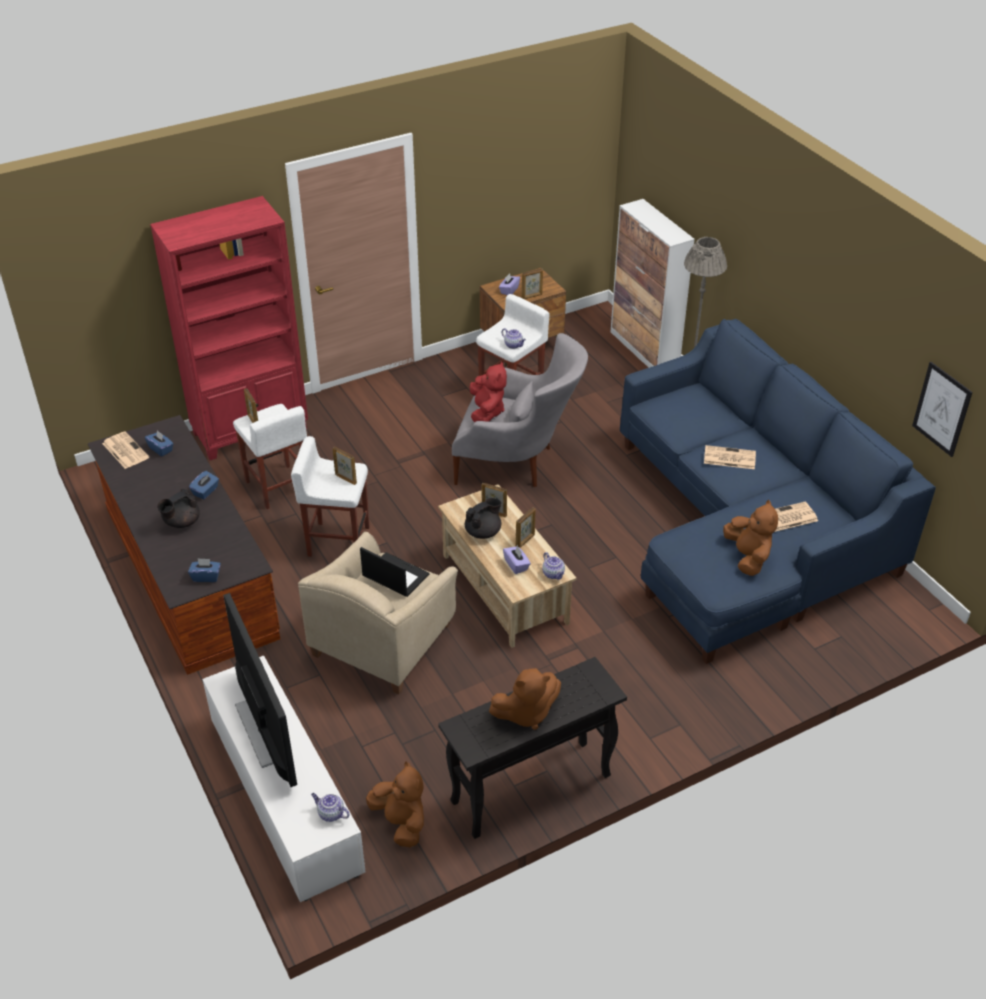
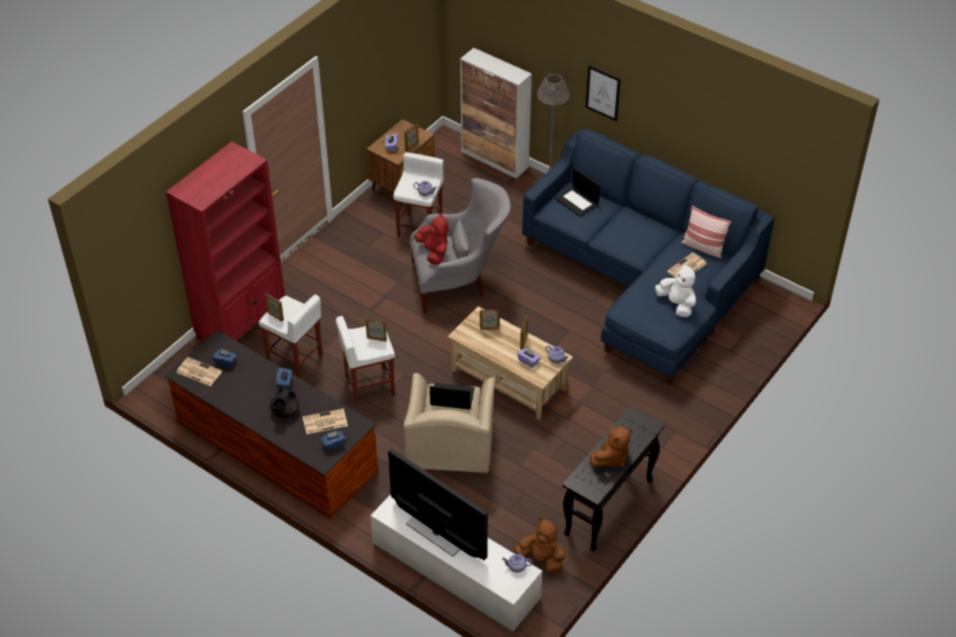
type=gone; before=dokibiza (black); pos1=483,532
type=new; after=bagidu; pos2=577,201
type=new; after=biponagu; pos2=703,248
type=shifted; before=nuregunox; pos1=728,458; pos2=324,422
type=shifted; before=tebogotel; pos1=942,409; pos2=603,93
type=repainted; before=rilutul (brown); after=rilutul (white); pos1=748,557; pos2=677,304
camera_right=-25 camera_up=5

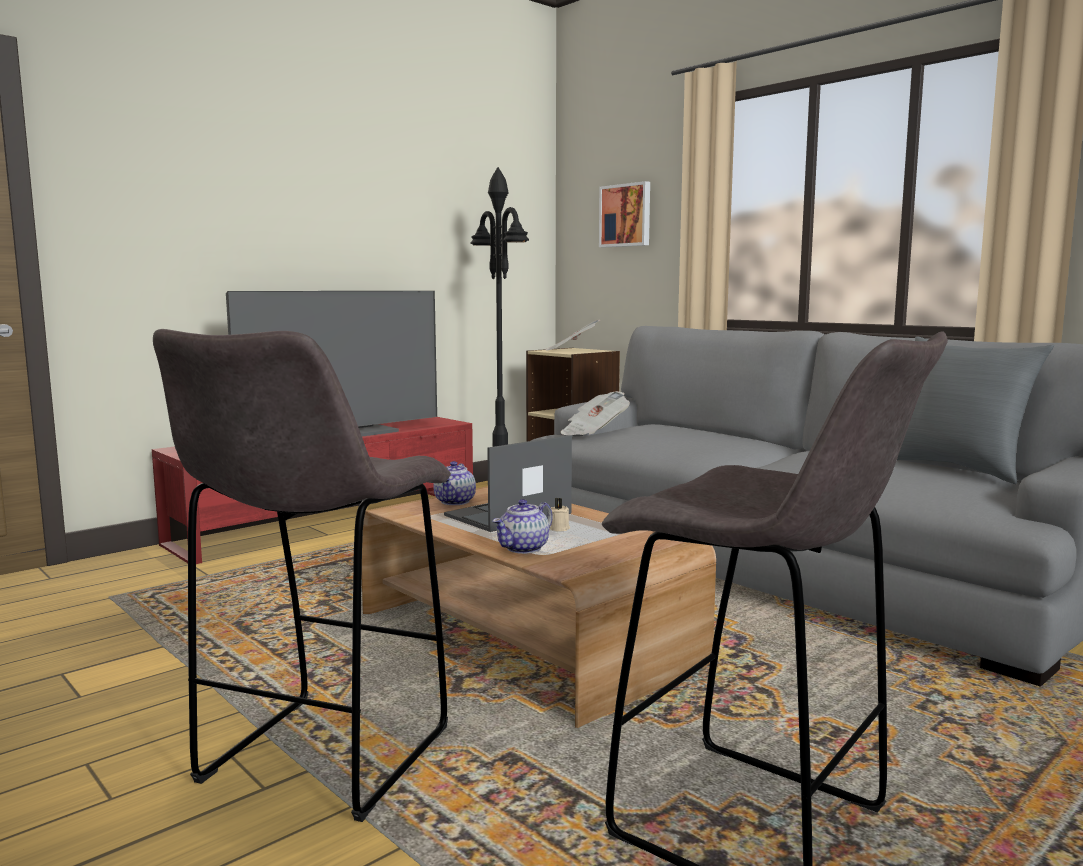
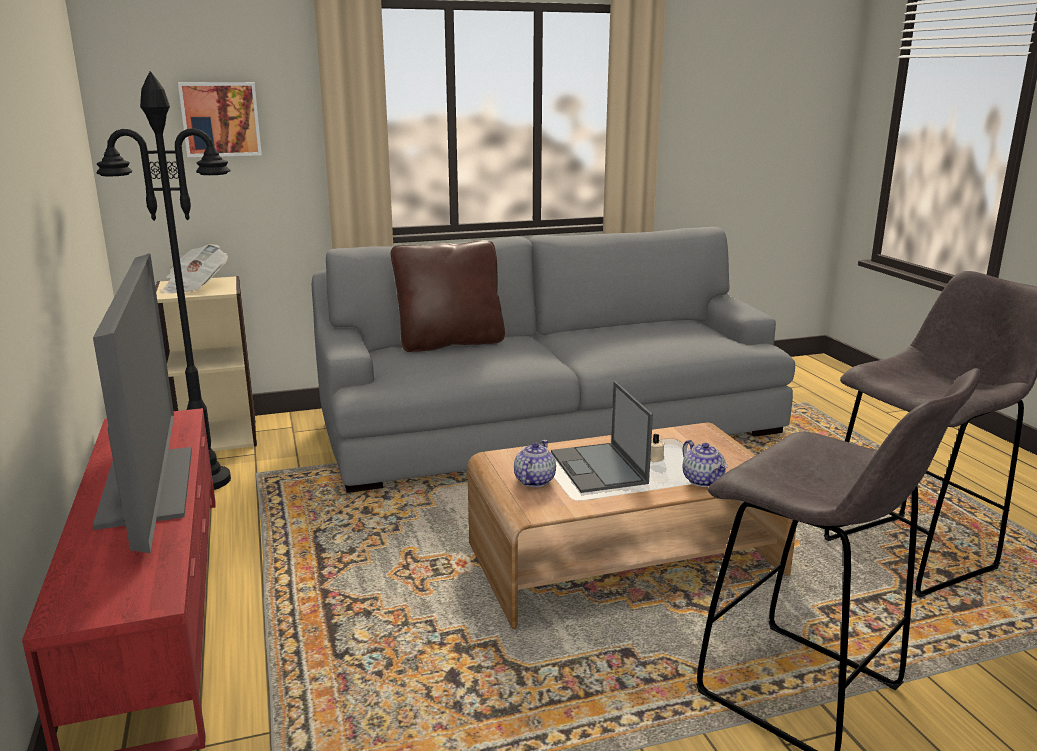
type=gone; before=nuregunox; pos1=593,432
type=gone; before=biponagu (grey); pos1=956,468
type=new; after=biponagu (brown); pos2=450,343
type=rotated; before=dokibiza; pos1=455,502; pos2=534,480; turn=-105
camera_right=-65 camera_up=10

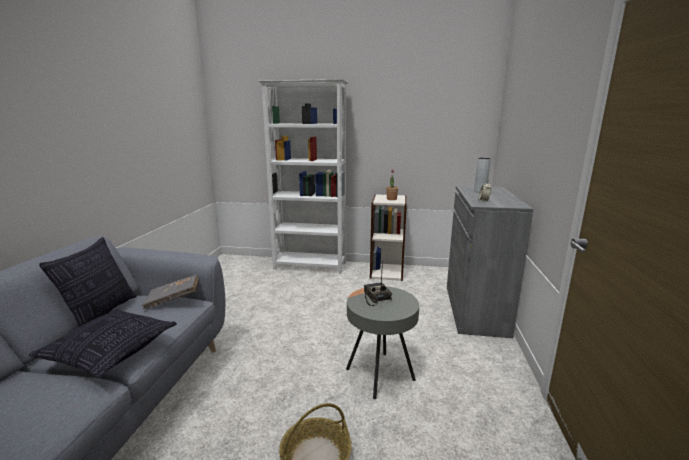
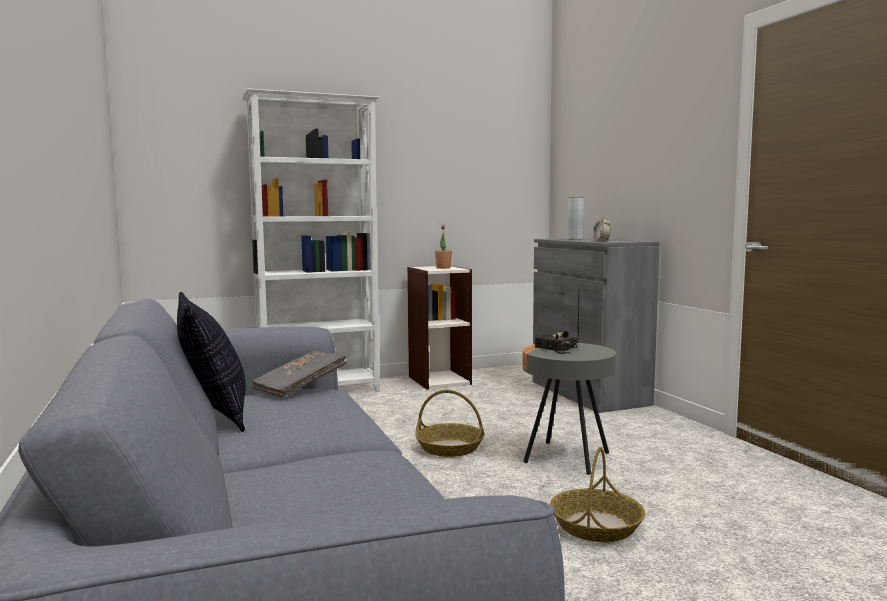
type=gone; before=biponagu; pos1=111,352
type=new; after=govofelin; pos2=450,448
camera_right=-30 camera_up=-10

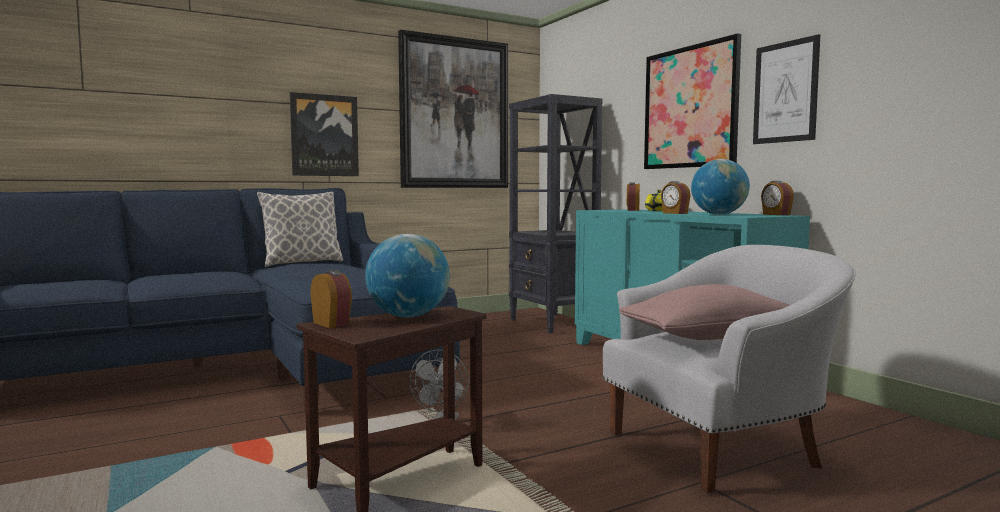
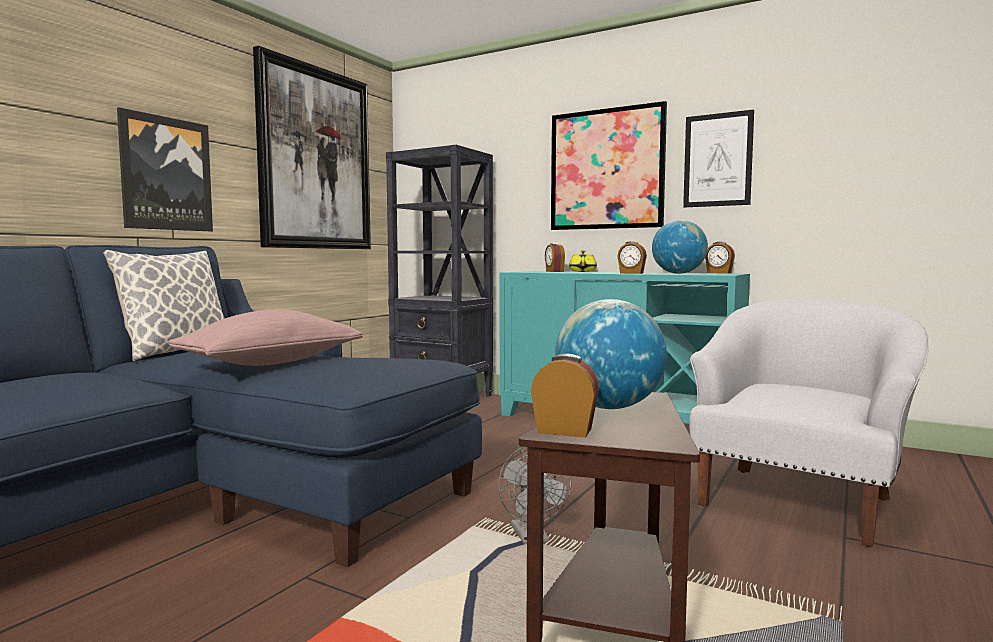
type=shifted; before=biponagu (pink); pos1=709,337; pos2=271,363
camera_right=-30 camera_up=0

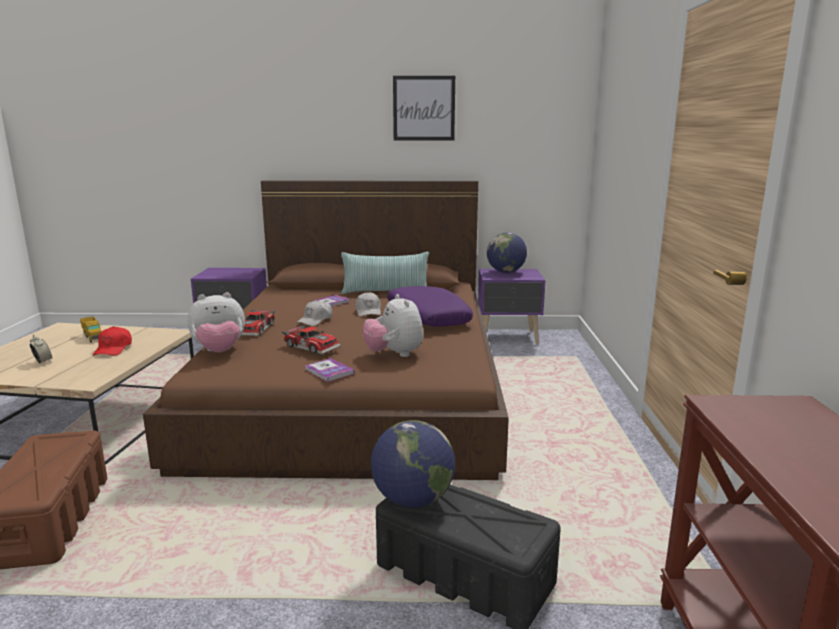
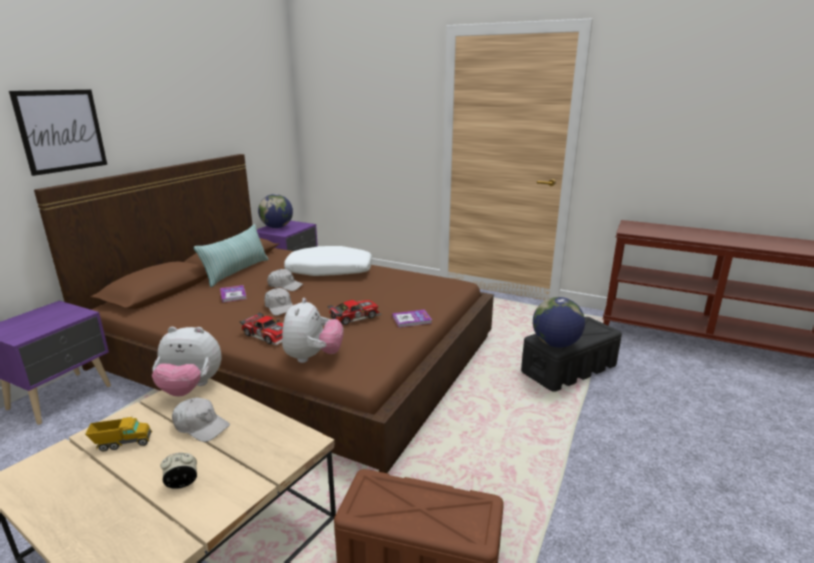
type=shifted; before=rilutul; pos1=394,354; pos2=191,388
type=shifted; before=tebogotel; pos1=424,108; pos2=61,131
type=repainted; before=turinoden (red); after=turinoden (white); pos1=113,349; pos2=201,426
type=repainted; before=biponagu (purple); after=biponagu (white); pos1=427,317; pos2=329,271
camera_right=-65 camera_up=5

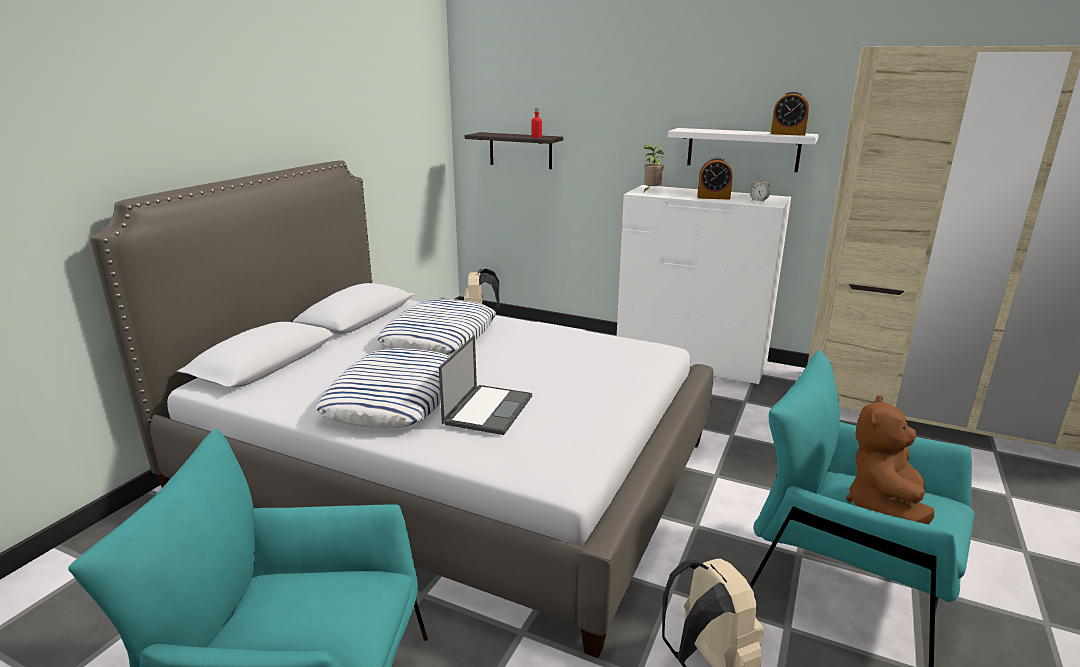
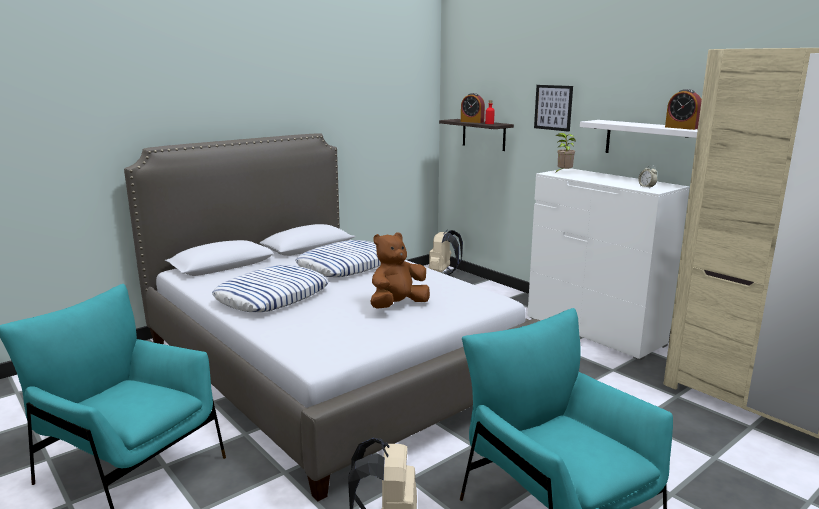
type=gone; before=bagidu; pos1=488,409
type=new; after=tebogotel; pos2=553,107
type=shifted; before=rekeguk; pos1=713,197; pos2=472,122
type=shifted; before=rilutul (brown); pos1=884,509; pos2=397,305
camera_right=25 camera_up=-5

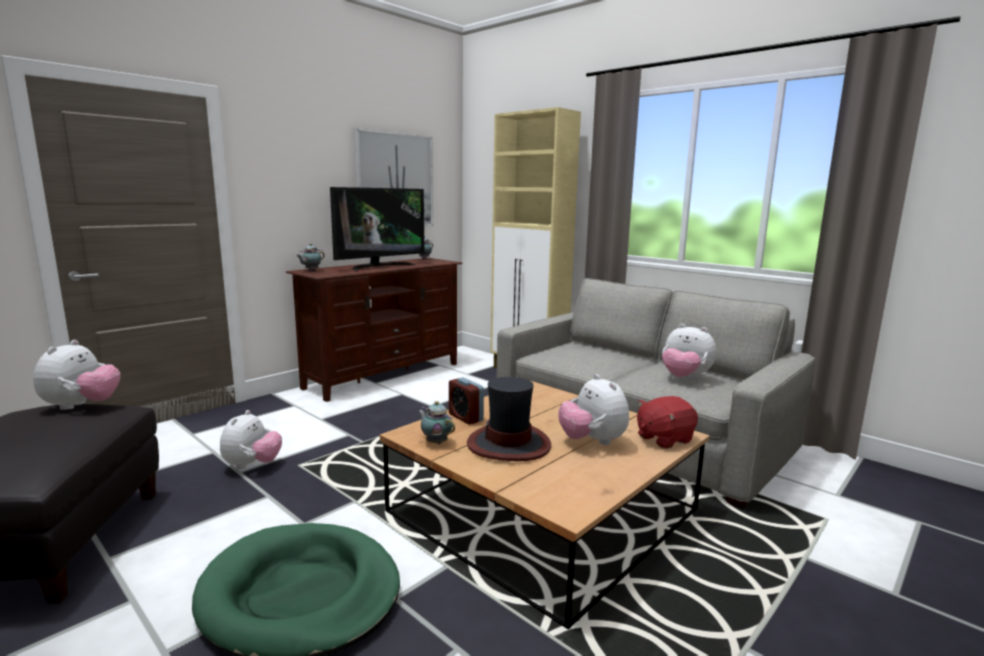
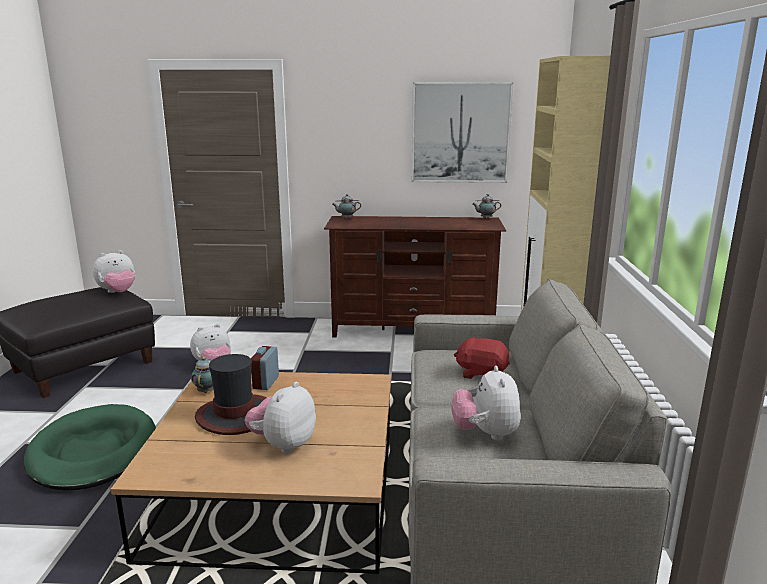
type=gone; before=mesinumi; pos1=379,266
type=shifted; before=rilutul (red); pos1=663,438; pos2=482,374
camera_right=50 camera_up=5

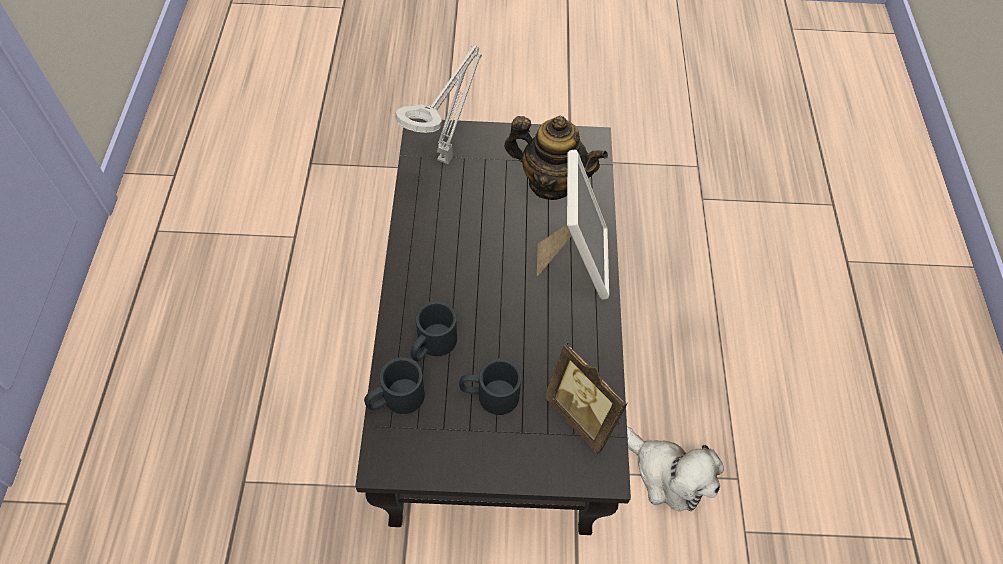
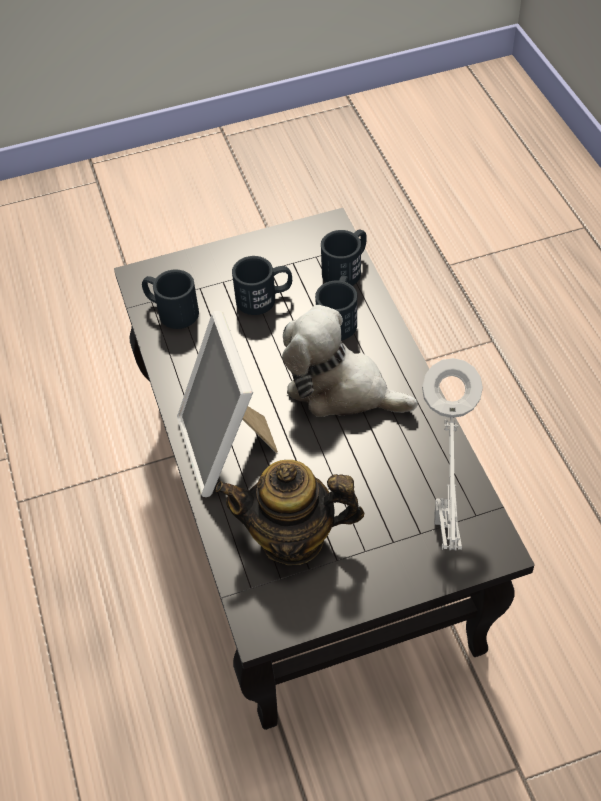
type=shifted; before=rilutul; pos1=668,475; pos2=341,389
type=swapped; before=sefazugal; after=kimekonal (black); pos1=584,415; pos2=171,310
camera_right=165 camera_up=-5

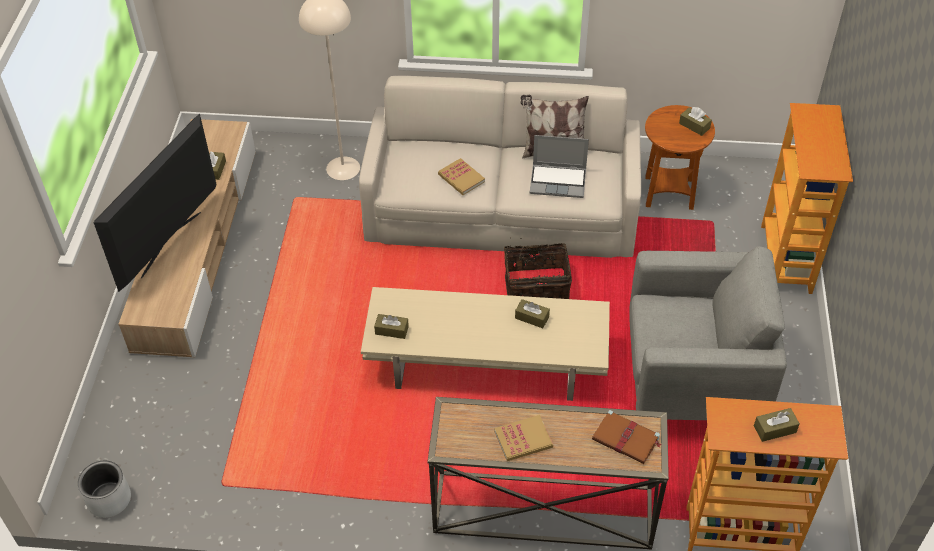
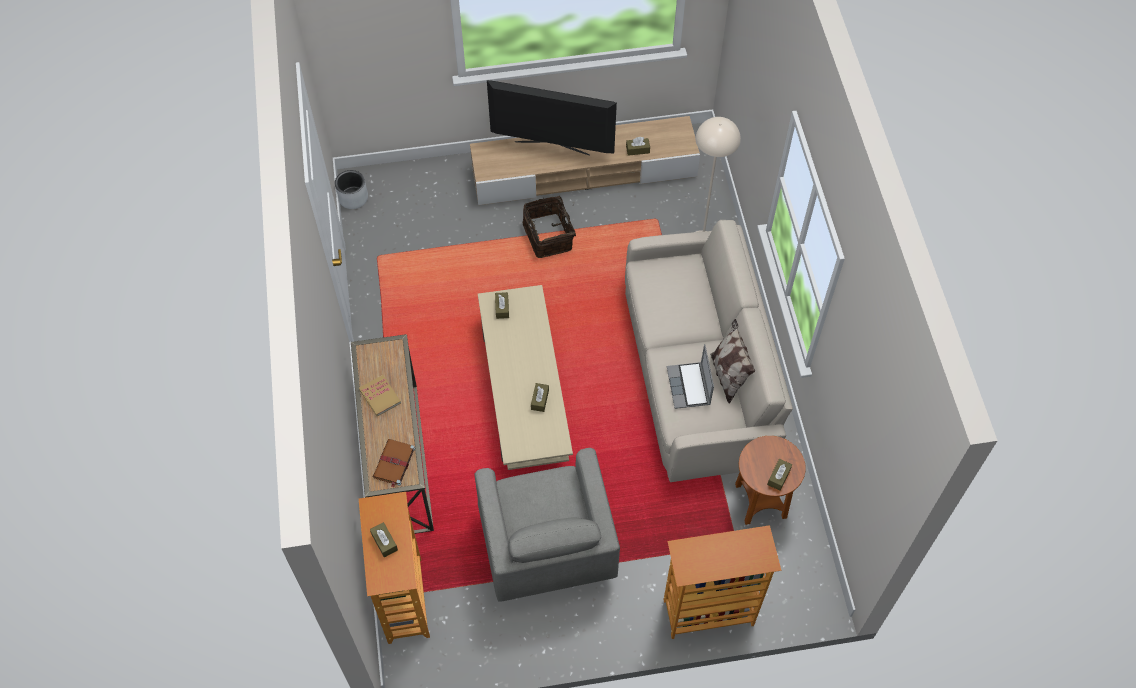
type=gone; before=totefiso; pos1=461,178
type=shifted; before=govofelin; pos1=536,286; pos2=549,236
camera_right=75 camera_up=10

